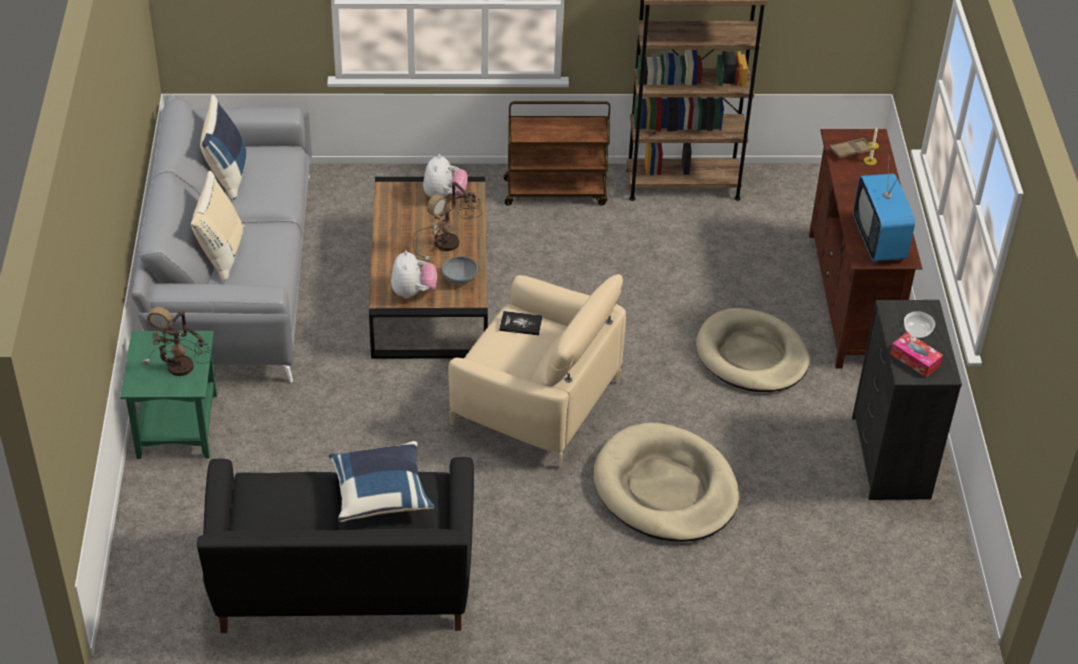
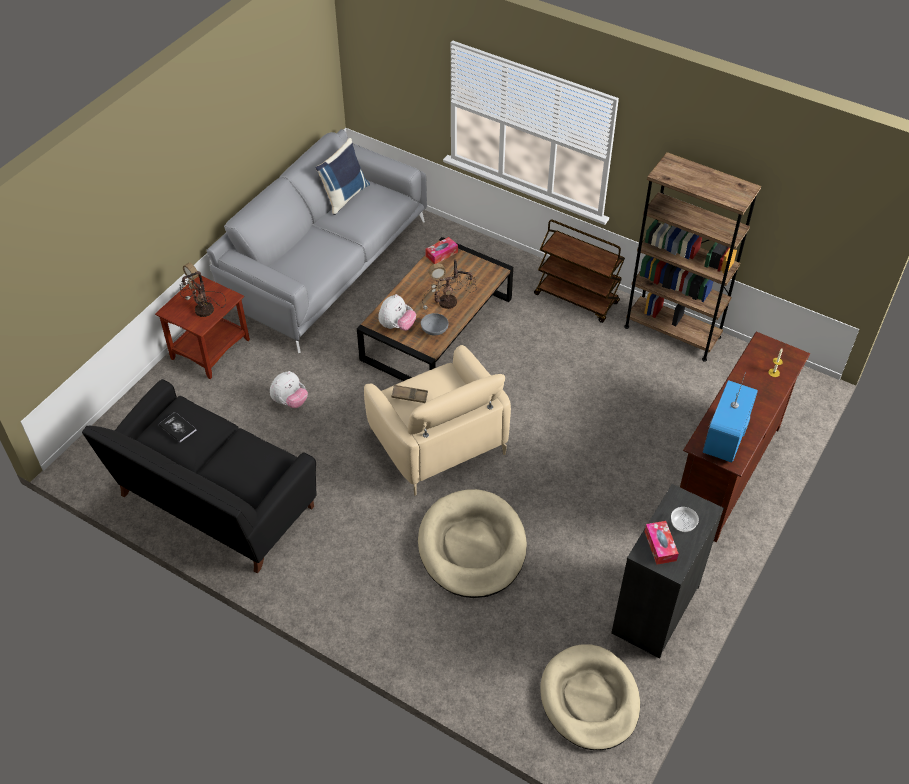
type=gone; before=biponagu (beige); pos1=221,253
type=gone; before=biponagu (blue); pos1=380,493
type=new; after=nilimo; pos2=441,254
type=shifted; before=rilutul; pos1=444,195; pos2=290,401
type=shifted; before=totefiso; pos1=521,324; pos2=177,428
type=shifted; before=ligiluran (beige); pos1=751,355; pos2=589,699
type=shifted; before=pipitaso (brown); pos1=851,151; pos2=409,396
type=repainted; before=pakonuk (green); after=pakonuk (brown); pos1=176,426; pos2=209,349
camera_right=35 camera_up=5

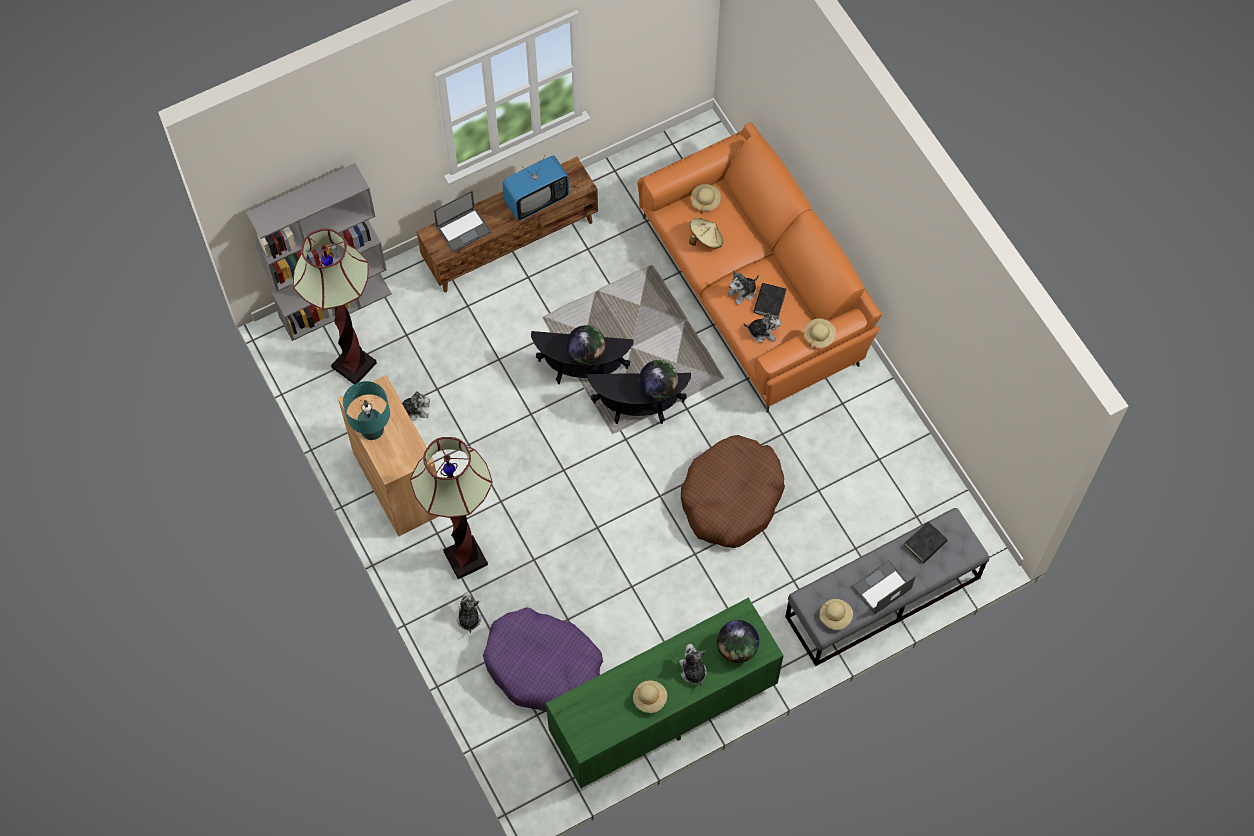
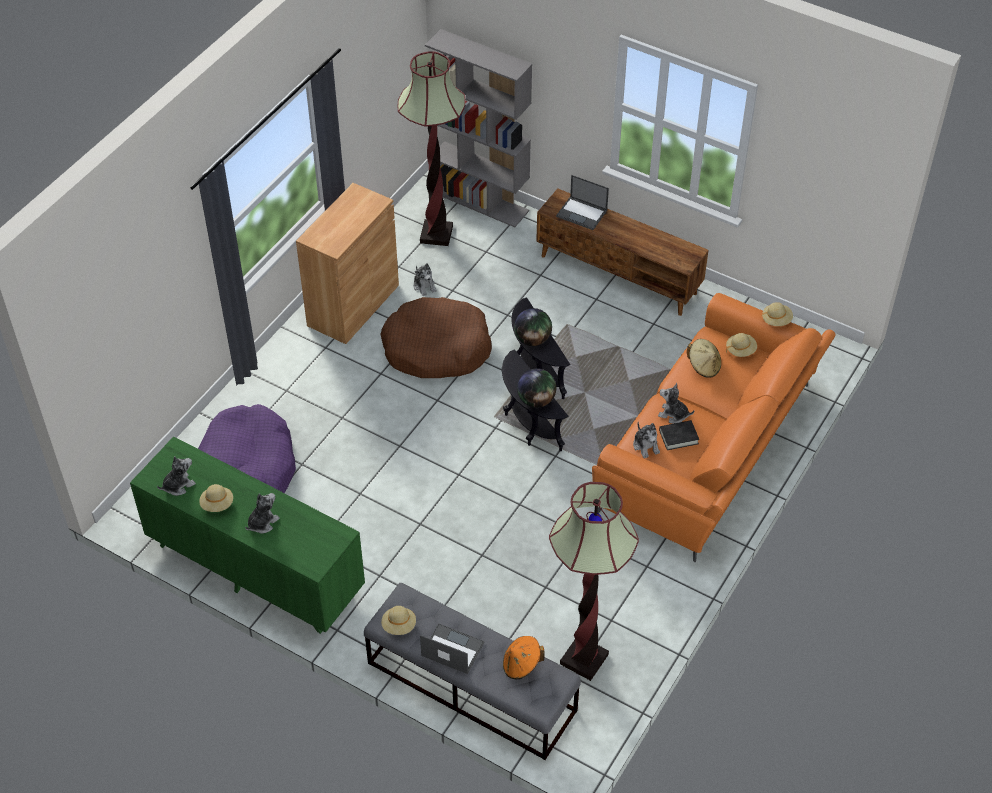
type=gone; before=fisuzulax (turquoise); pos1=372,429
type=gone; before=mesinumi; pos1=536,200
type=gone; before=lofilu; pos1=737,648
type=shifted; before=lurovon; pos1=465,558; pos2=584,659
type=shifted; before=rilutul; pos1=468,618; pos2=178,485
type=shifted; before=ligiluran (brown); pos1=731,498; pos2=436,348
type=shifted; before=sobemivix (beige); pos1=819,336; pos2=776,320
type=swapped; before=totefiso (black); after=sobemivix (orange); pos1=925,544; pos2=521,665
camera_right=60 camera_up=-15

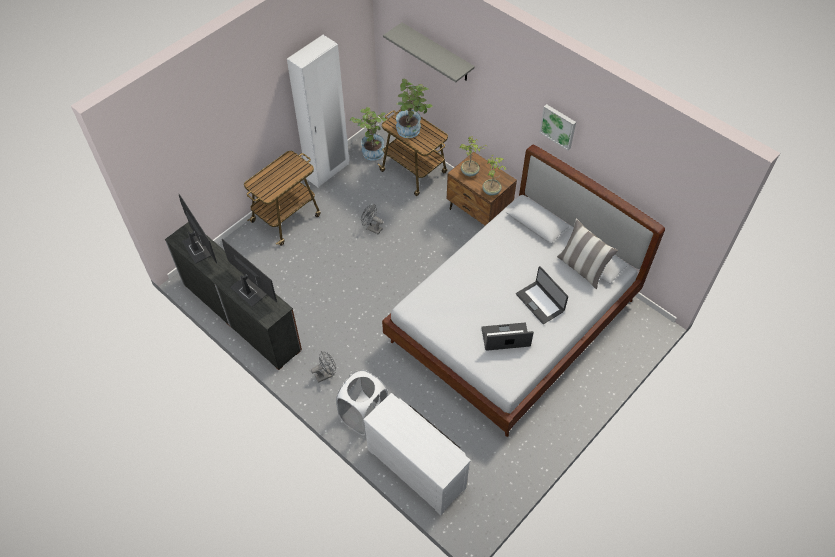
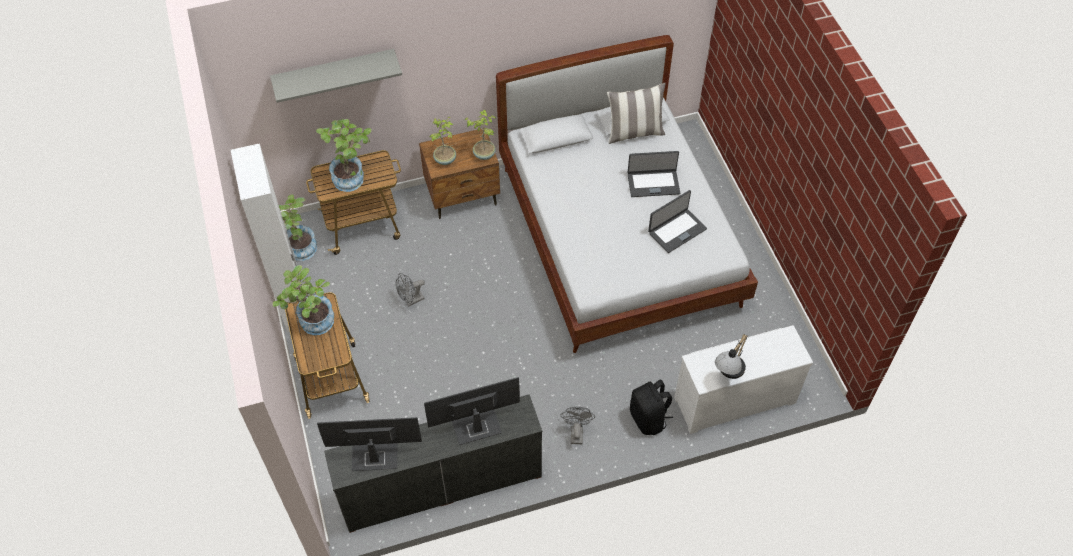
type=gone; before=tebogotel; pos1=558,126
type=new; after=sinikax; pos2=313,324
type=new; after=fisuzulax; pos2=728,373
type=swapped; before=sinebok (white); after=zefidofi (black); pos1=364,416; pos2=649,419
type=rotated; before=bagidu; pos1=505,338; pos2=676,230; turn=-150
camera_right=-60 camera_up=0

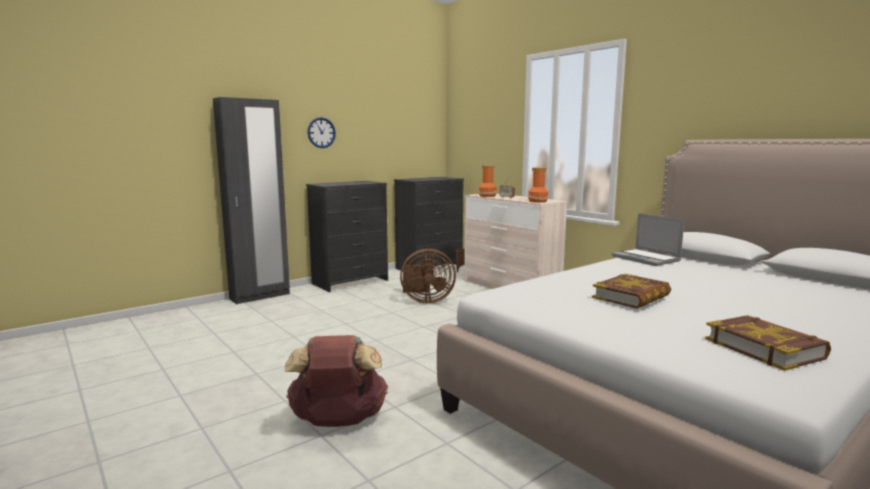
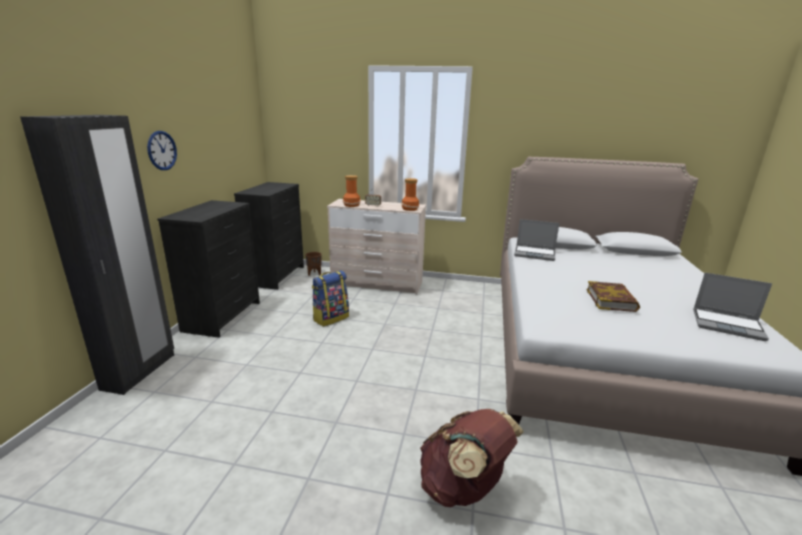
type=swapped; before=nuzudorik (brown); after=zefidofi; pos1=425,300; pos2=331,318
type=swapped; before=totefiso; after=bagidu; pos1=764,348; pos2=728,325
camera_right=-40 camera_up=10

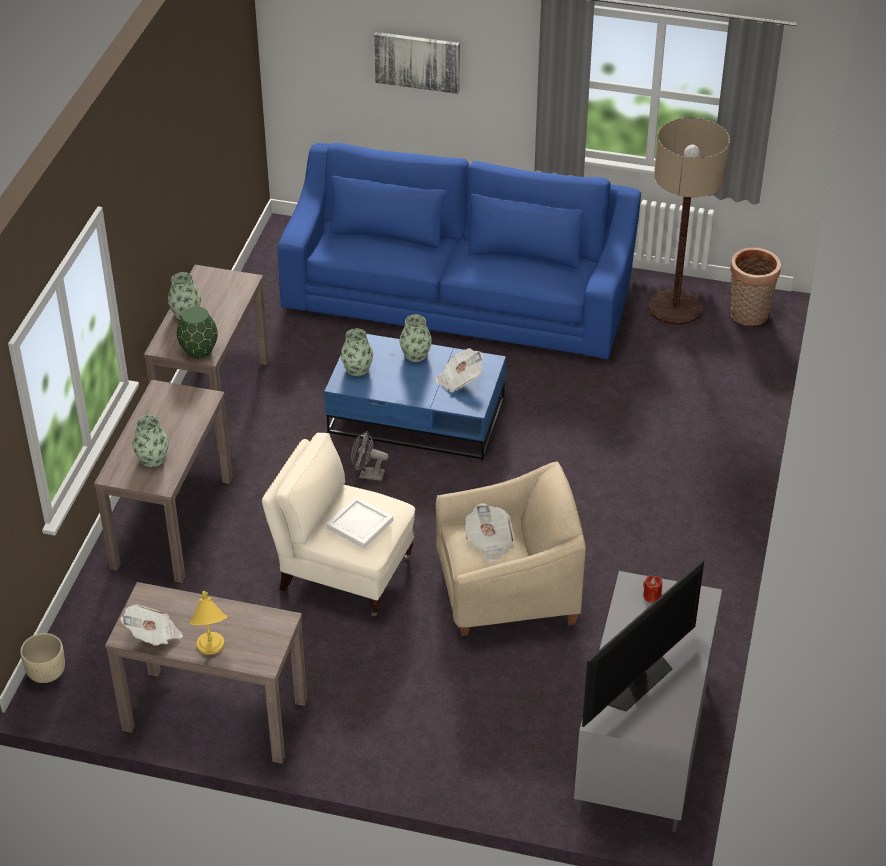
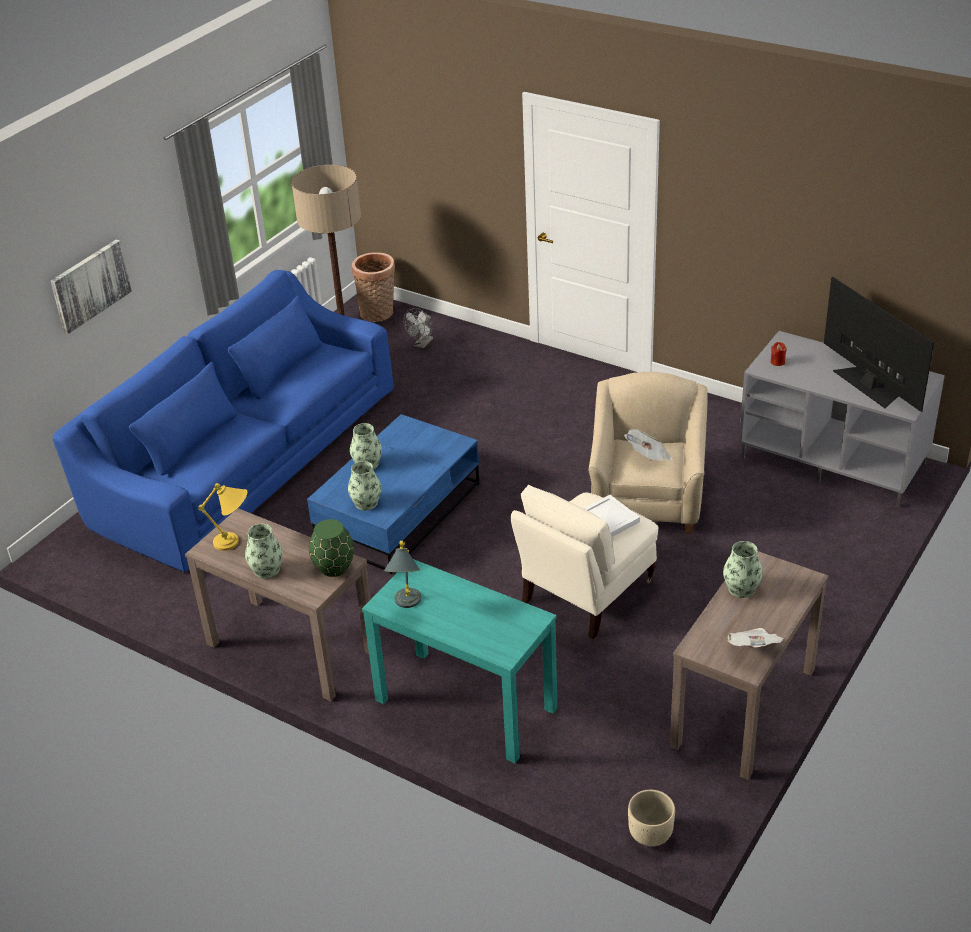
type=gone; before=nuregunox; pos1=459,379
type=new; after=fisuzulax (grey); pos2=406,606
type=shifted; before=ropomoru; pos1=152,458; pos2=741,588
type=shifted; before=fisuzulax (yellow); pos1=211,652; pos2=235,542
type=shifted; before=nuzudorik (grey); pos1=367,474; pos2=422,344
type=repainted; before=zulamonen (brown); after=zulamonen (turquoise); pos1=172,521; pos2=464,704
camera_right=-70 camera_up=-5

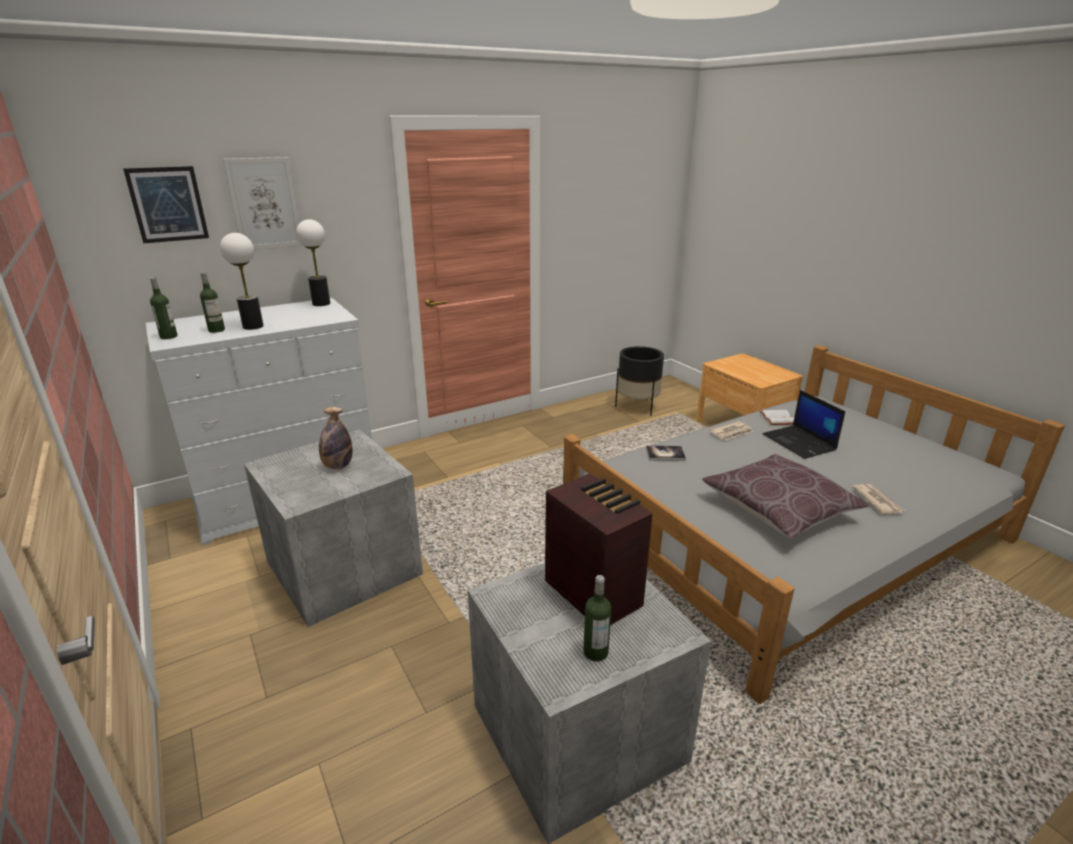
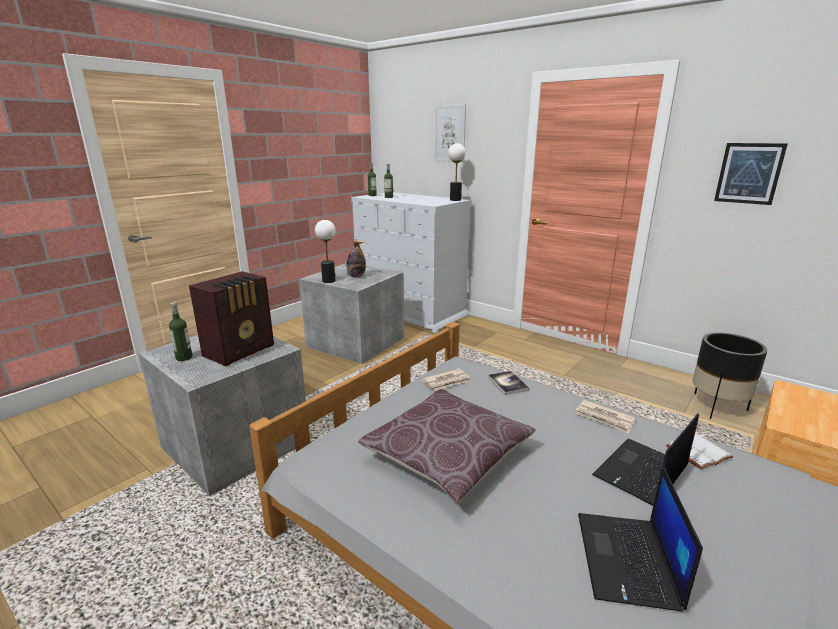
type=new; after=bagidu; pos2=628,561
type=shifted; before=tebogotel; pos1=168,204; pos2=749,173
type=shifted; before=fisuzulax; pos1=253,326; pos2=329,281
type=shifted; before=nuregunox; pos1=877,501; pos2=447,382
camera_right=70 camera_up=-5

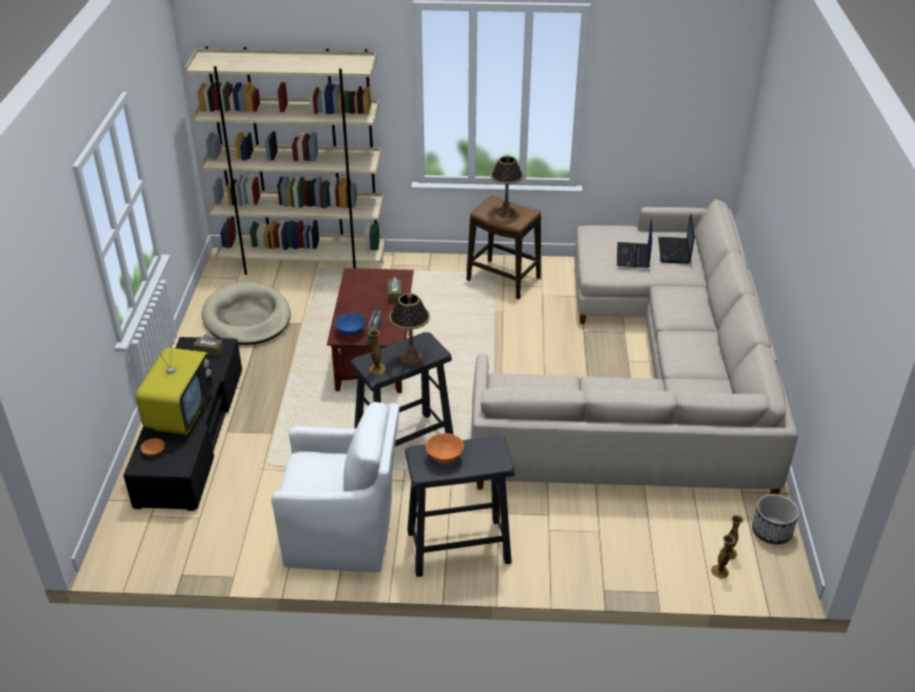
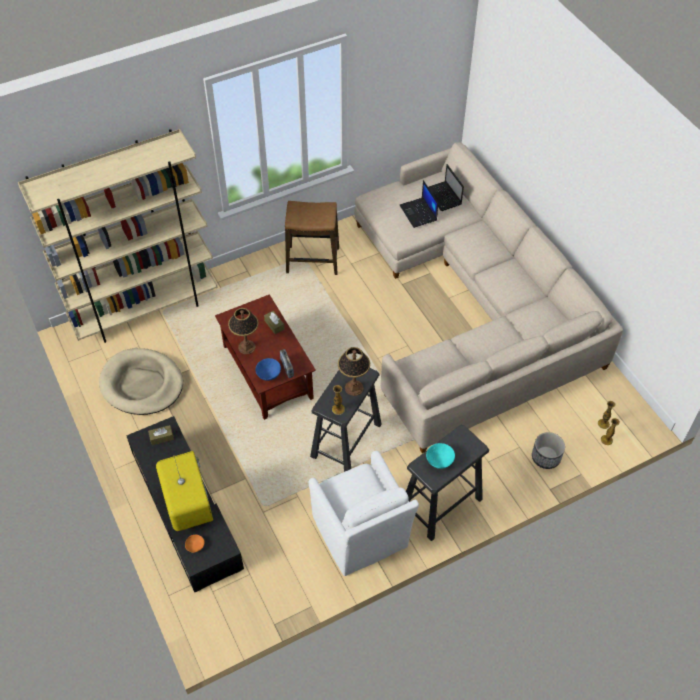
type=shifted; before=fisuzulax; pos1=505,212; pos2=246,347
type=shifted; before=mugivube; pos1=772,531; pos2=546,457
type=repainted; before=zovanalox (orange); after=zovanalox (turquoise); pos1=445,457; pos2=439,461
type=rotated; before=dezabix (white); pos1=344,535; pos2=361,535; turn=90
camera_right=-30 camera_up=15

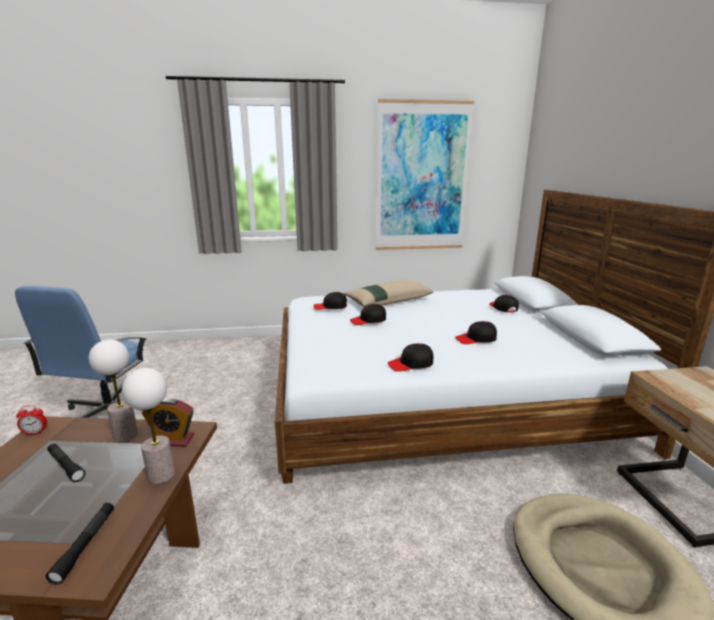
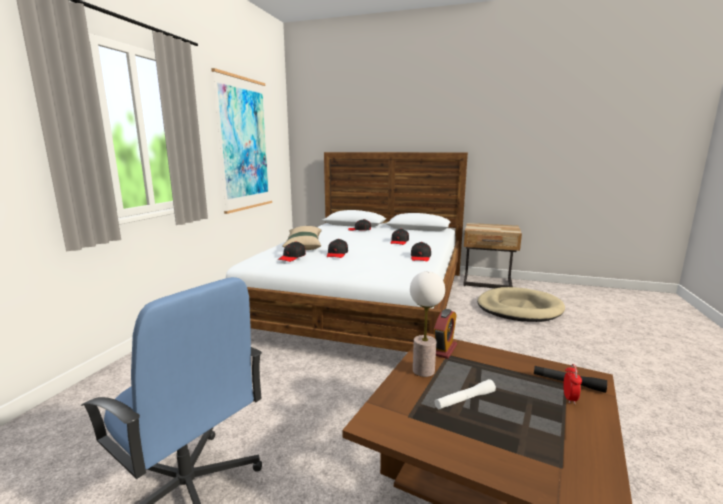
type=gone; before=fisuzulax; pos1=160,475
type=shifted; before=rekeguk; pos1=35,433; pos2=569,398
type=repainted; before=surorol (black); after=surorol (white); pos1=66,466; pos2=464,400
camera_right=-65 camera_up=-5

